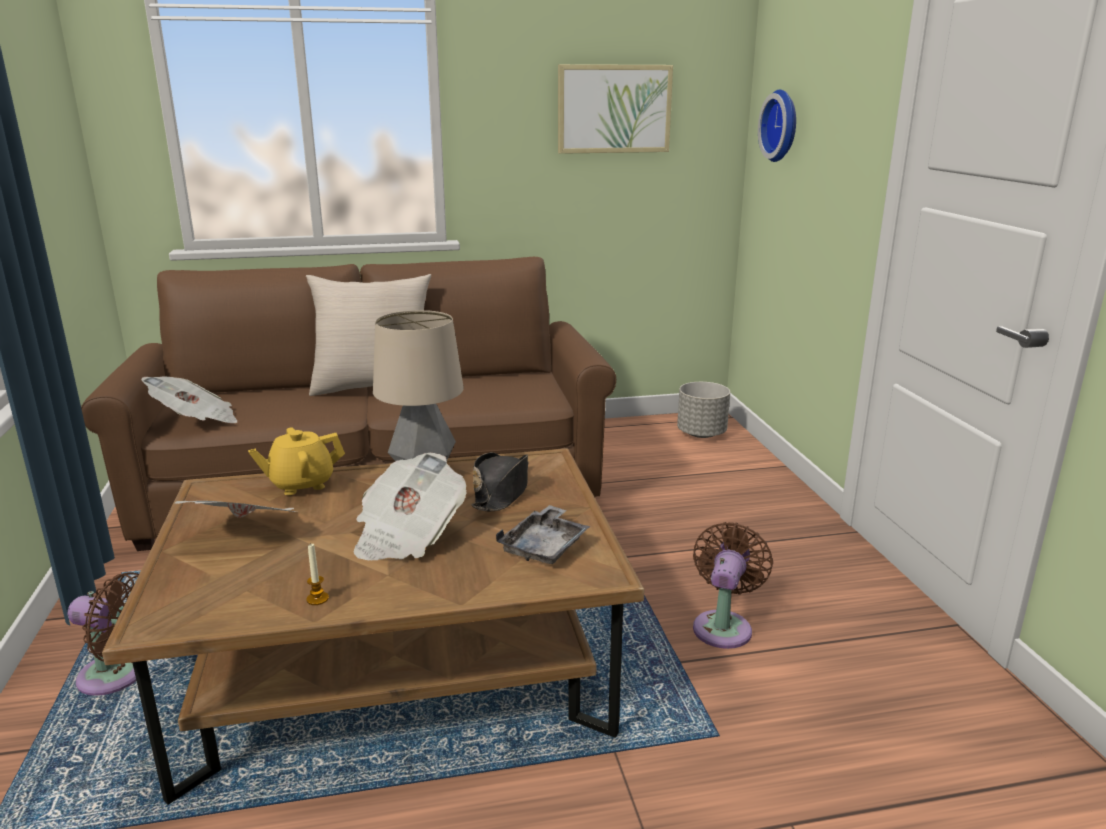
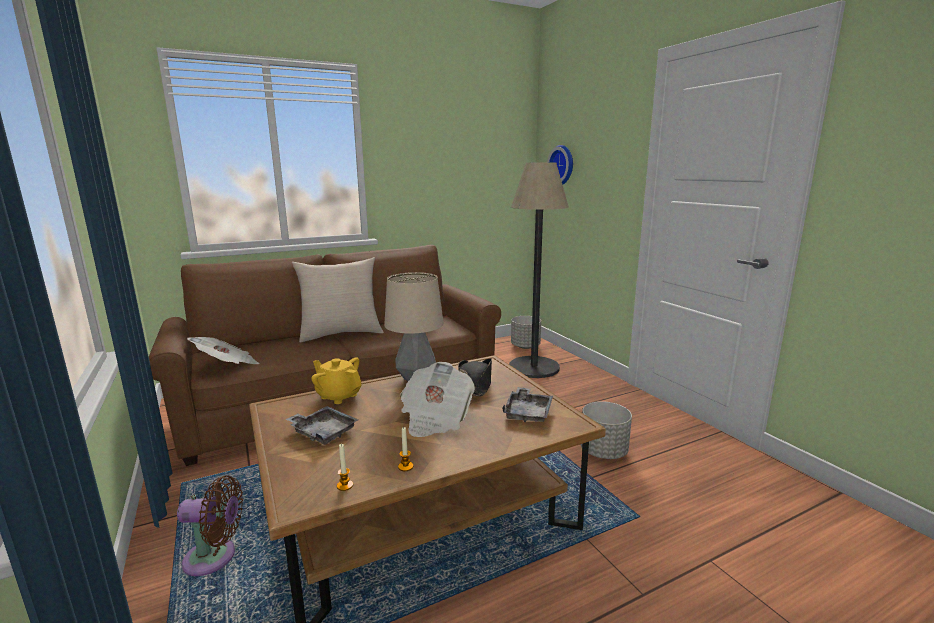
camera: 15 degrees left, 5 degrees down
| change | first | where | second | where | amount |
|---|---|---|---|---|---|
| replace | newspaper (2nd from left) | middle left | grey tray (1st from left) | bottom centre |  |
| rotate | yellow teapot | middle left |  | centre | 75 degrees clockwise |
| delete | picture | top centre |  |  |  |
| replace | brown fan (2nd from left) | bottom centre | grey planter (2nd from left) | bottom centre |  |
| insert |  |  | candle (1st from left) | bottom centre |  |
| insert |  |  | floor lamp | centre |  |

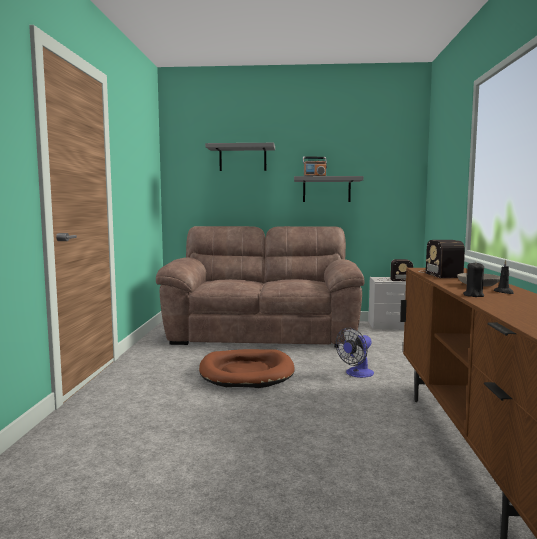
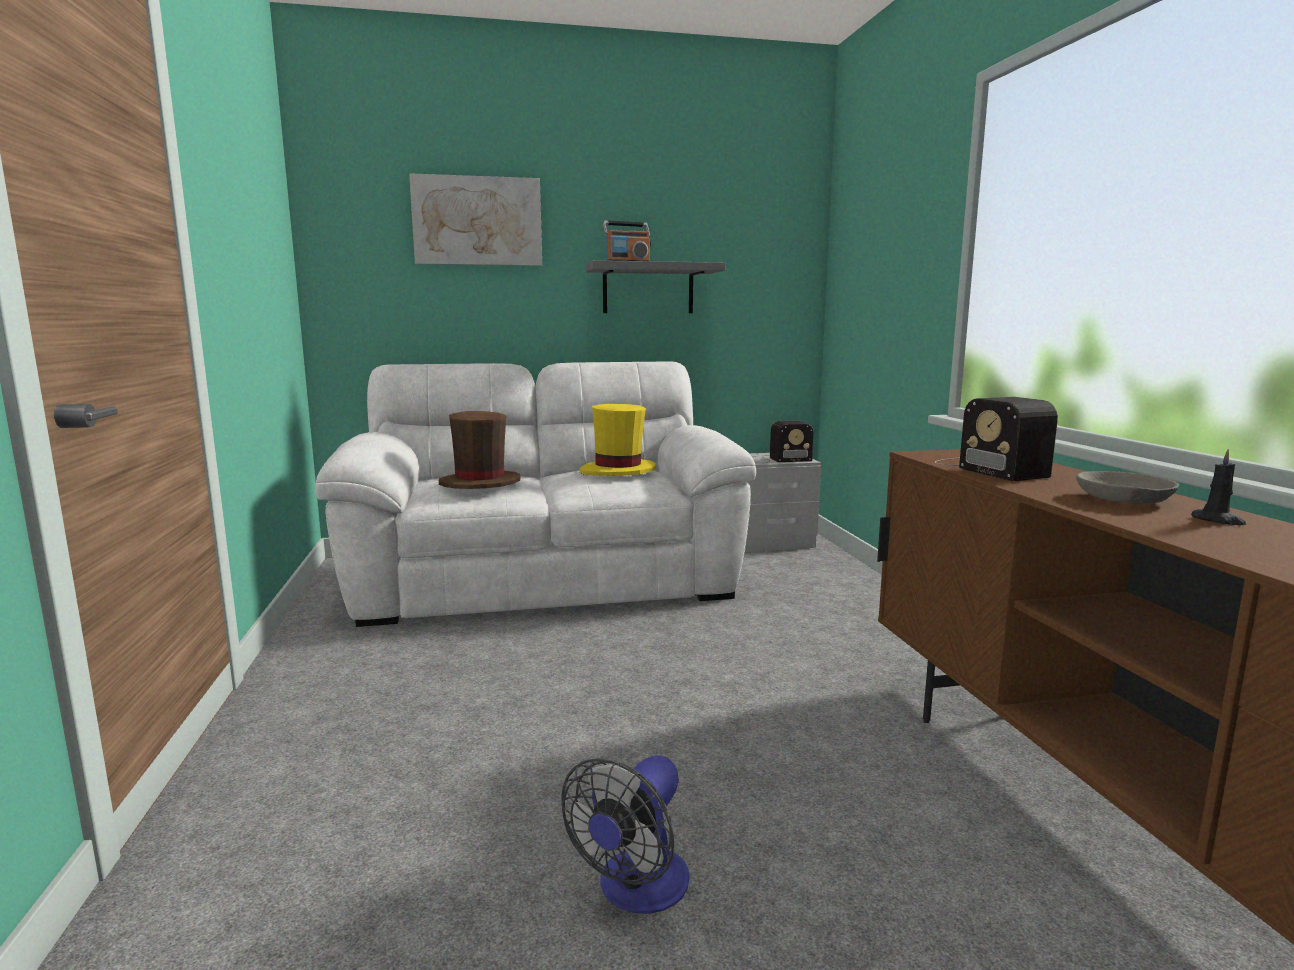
camera: 15 degrees left, 5 degrees up
| change | first | where | second | where | amount |
|---|---|---|---|---|---|
| recolor | brown sofa | centre | white sofa | centre |  |
| delete | brown dog bed | bottom centre |  |  |  |
| replace | grey shelf (1st from left) | top centre | picture | top centre |  |
| move | fan | centre |  | bottom centre |  |
| delete | black candle (1st from left) | middle right |  |  |  |
| insert |  |  | brown hat | centre |  |
| insert |  |  | yellow hat | centre |  |

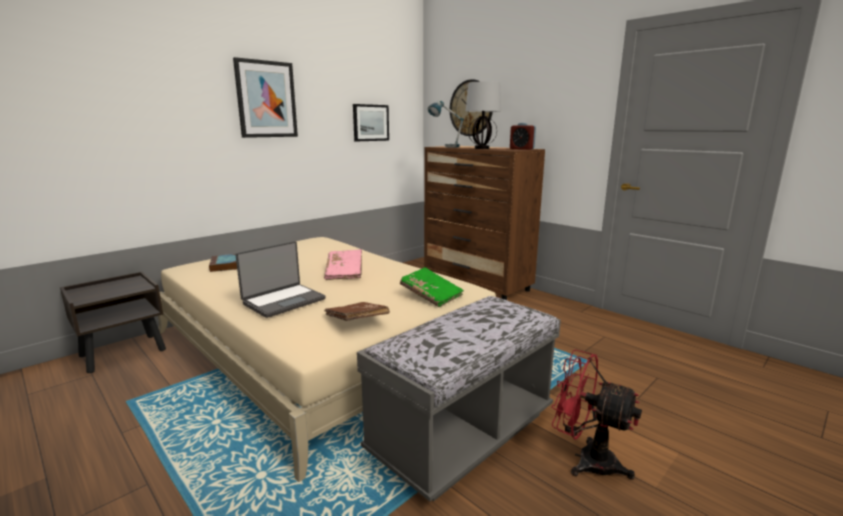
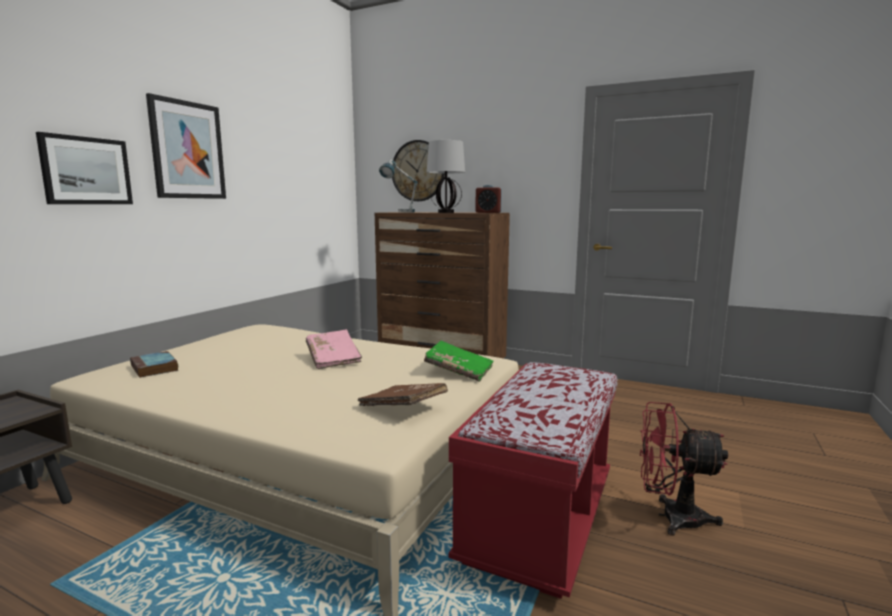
camera: 20 degrees left, 5 degrees down
| change | first | where | second | where | amount |
|---|---|---|---|---|---|
| delete | laptop | centre |  |  |  |
| move | picture (2nd from left in the first image) | top centre | picture (1st from left) | top left |  |
| recolor | grey bench | bottom centre | red bench | bottom centre |  |

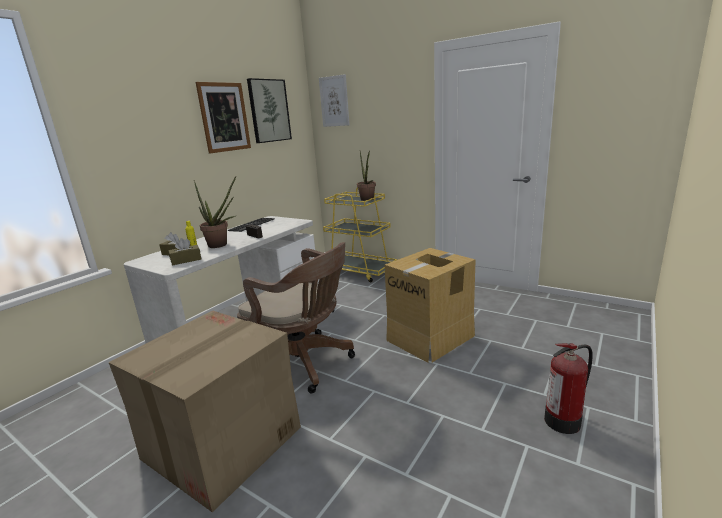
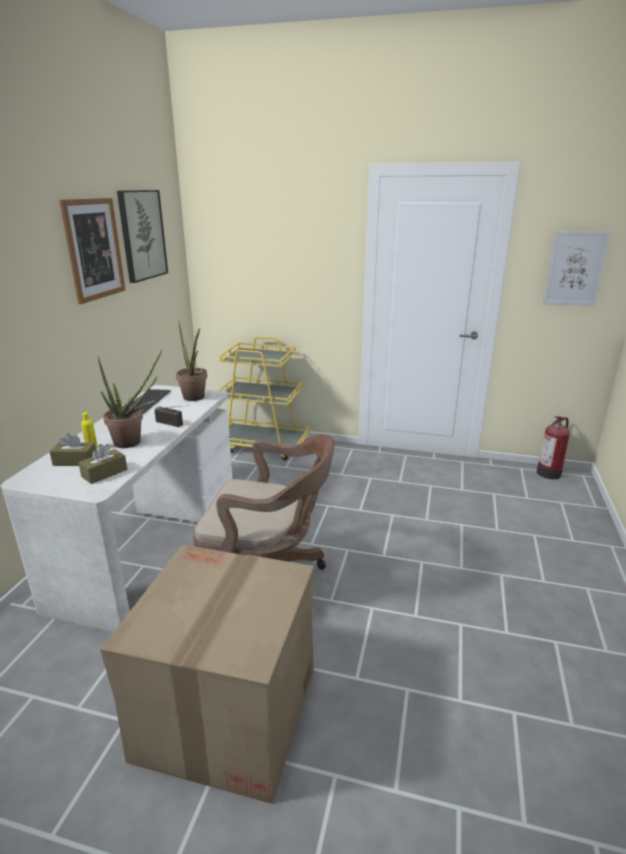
camera: 20 degrees left, 5 degrees up
| change | first | where | second | where | amount |
|---|---|---|---|---|---|
| move | picture (3rd from left) | top centre |  | top right |  |
| move | potted plant (2nd from left) | centre |  | middle left |  |
| delete | cardboard box (2nd from left) | centre |  |  |  |
| move | fire extinguisher | bottom right |  | middle right |  |

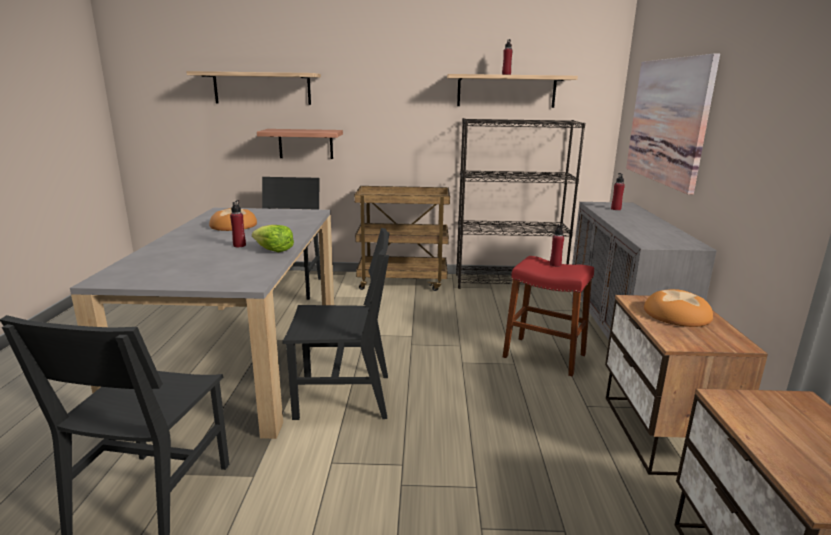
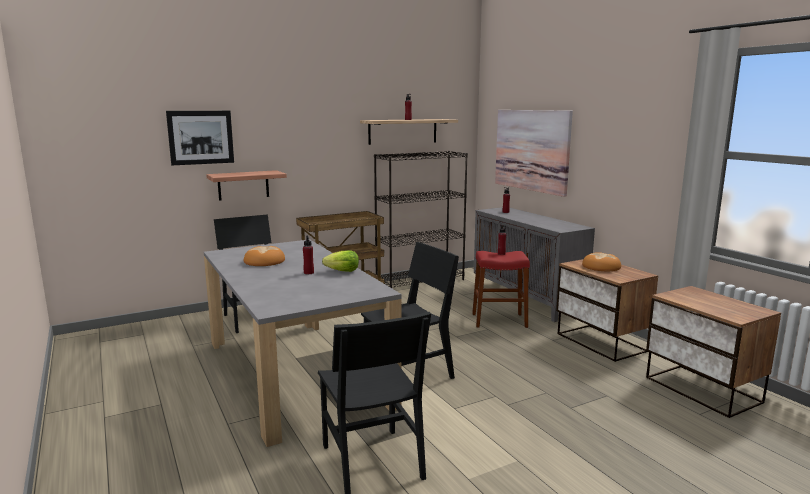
camera: 30 degrees left, 5 degrees down
| change | first | where | second | where | amount |
|---|---|---|---|---|---|
| replace | shelf (1st from left) | top left | picture (1st from left) | top left |  |

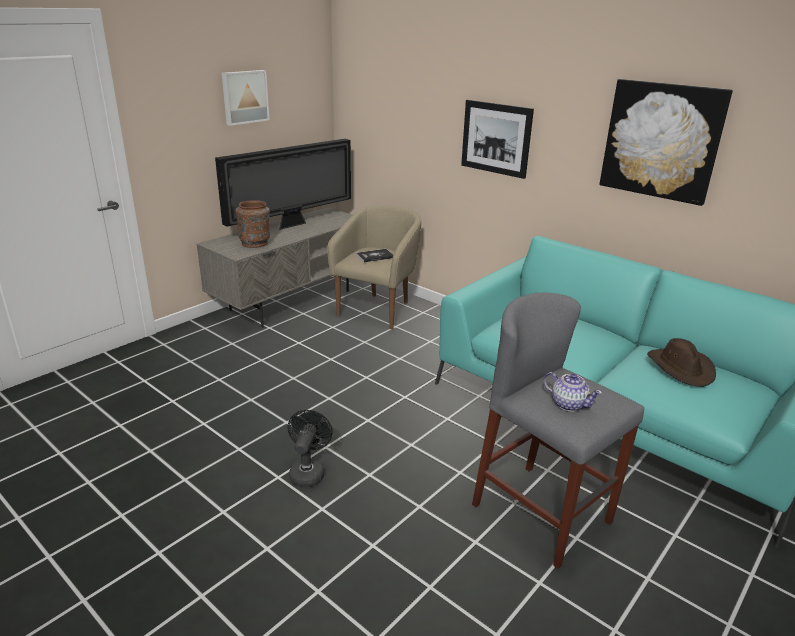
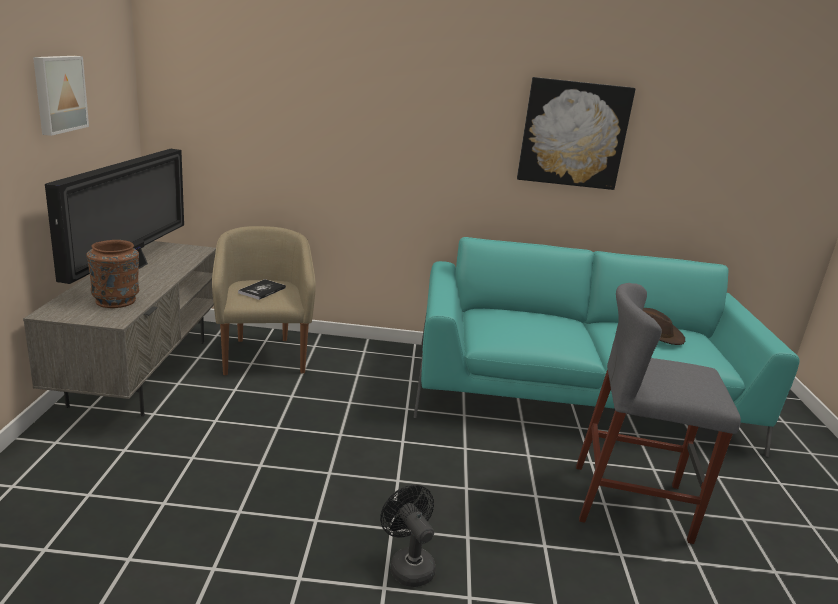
camera: 40 degrees left, 5 degrees down
| change | first | where | second | where | amount |
|---|---|---|---|---|---|
| delete | picture (2nd from left) | top centre |  |  |  |
| delete | teapot | middle right |  |  |  |

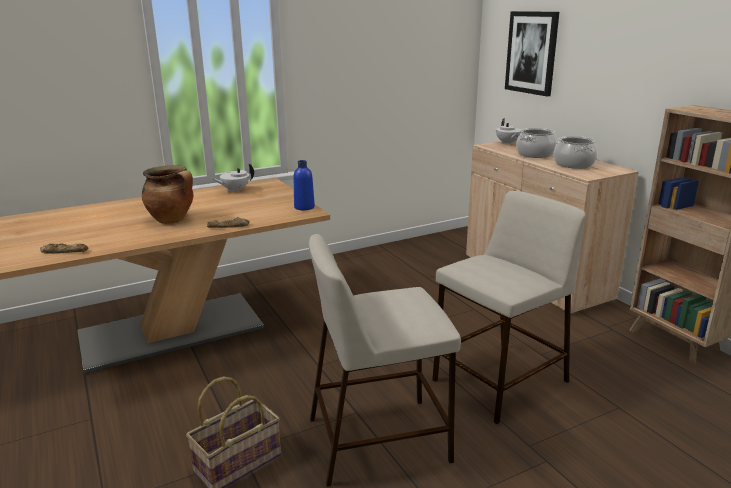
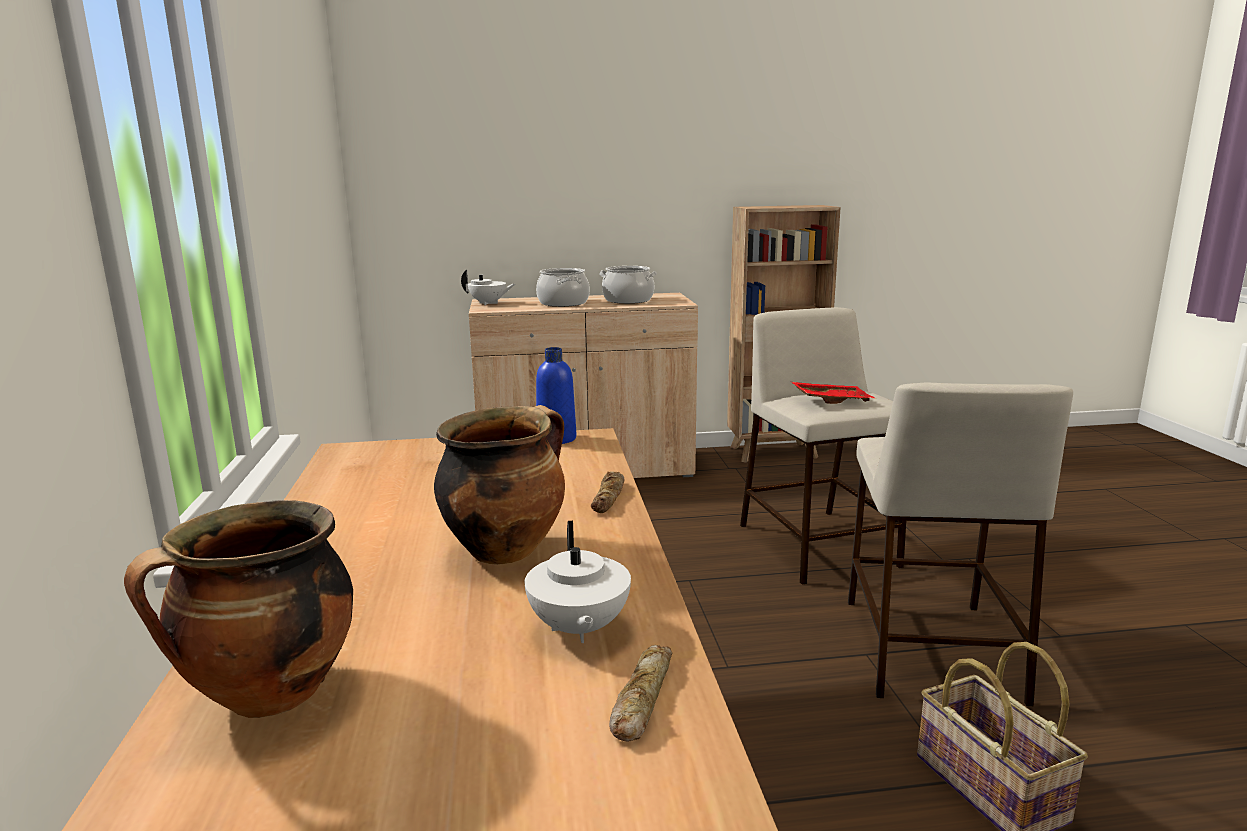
camera: 70 degrees left, 5 degrees down
| change | first | where | second | where | amount |
|---|---|---|---|---|---|
| move | white teapot (1st from left in the first image) | middle left | white teapot (2nd from left) | bottom centre |  |
| delete | picture | top right |  |  |  |
| insert |  |  | cooking pot (1st from left) | bottom left |  |
| insert |  |  | red tray | middle right |  |

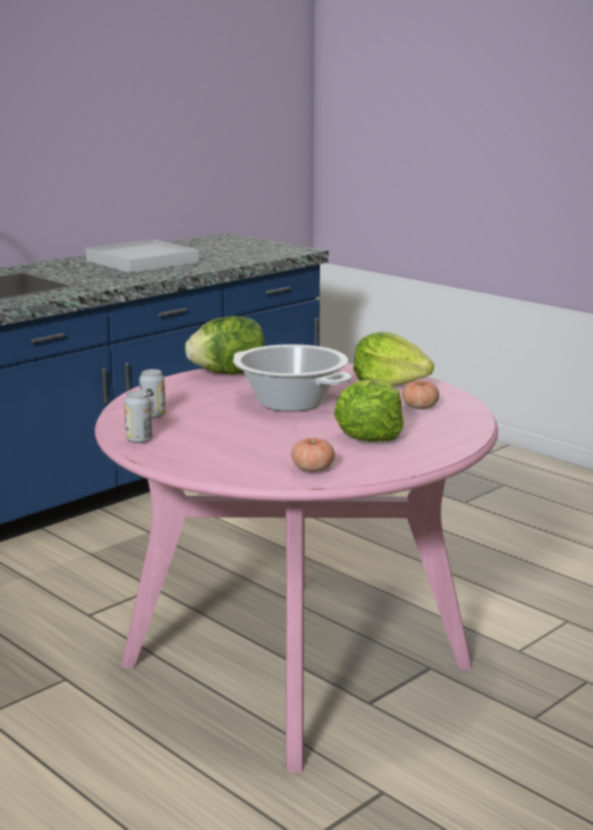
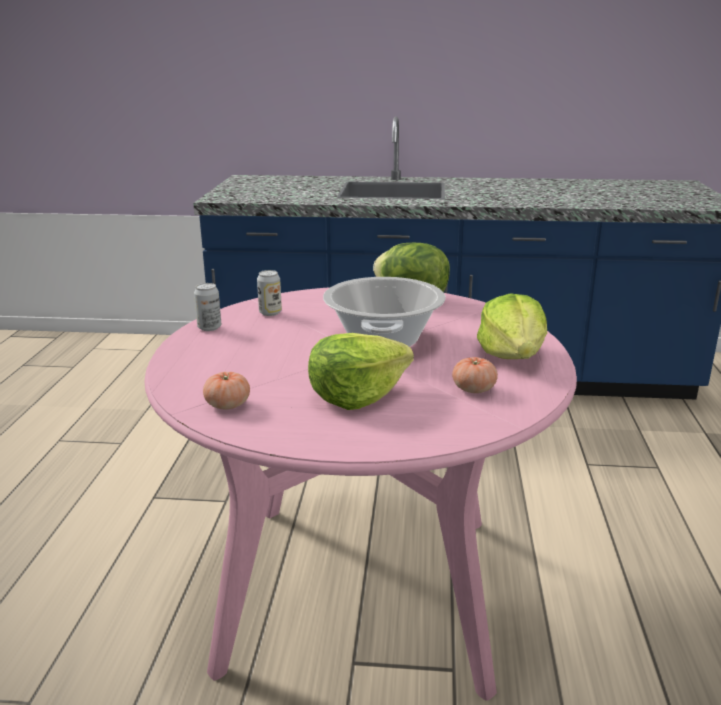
camera: 50 degrees right, 5 degrees up
| change | first | where | second | where | amount |
|---|---|---|---|---|---|
| delete | white tray | top left |  |  |  |

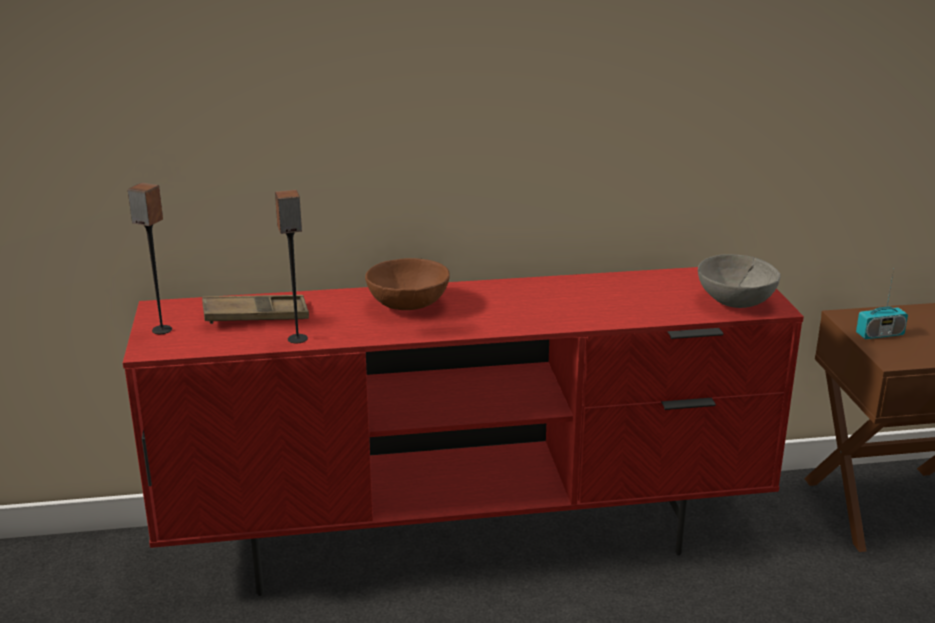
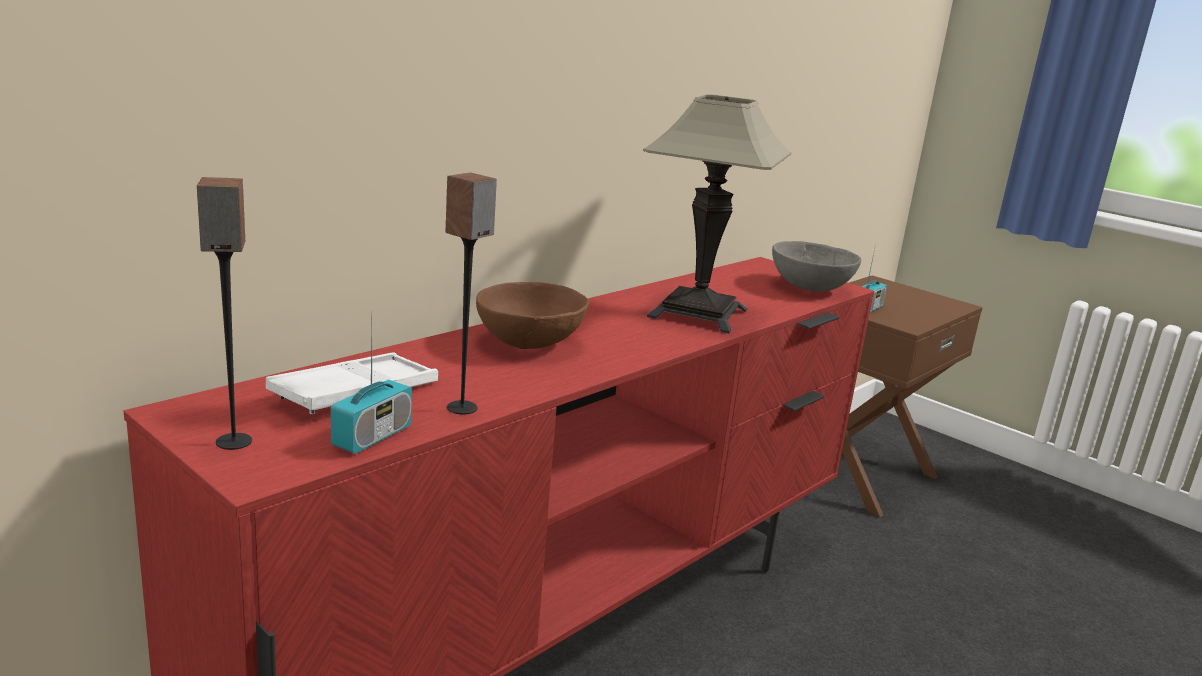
camera: 40 degrees left, 5 degrees down
| change | first | where | second | where | amount |
|---|---|---|---|---|---|
| recolor | brown tray | middle left | white tray | middle left |  |
| insert |  |  | radio (1st from left) | middle left |  |
| insert |  |  | table lamp | top centre |  |

